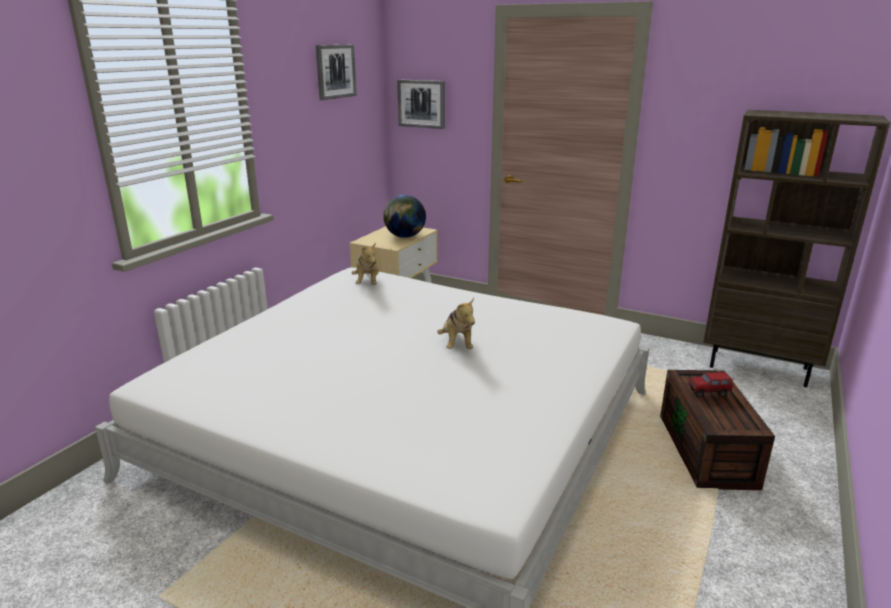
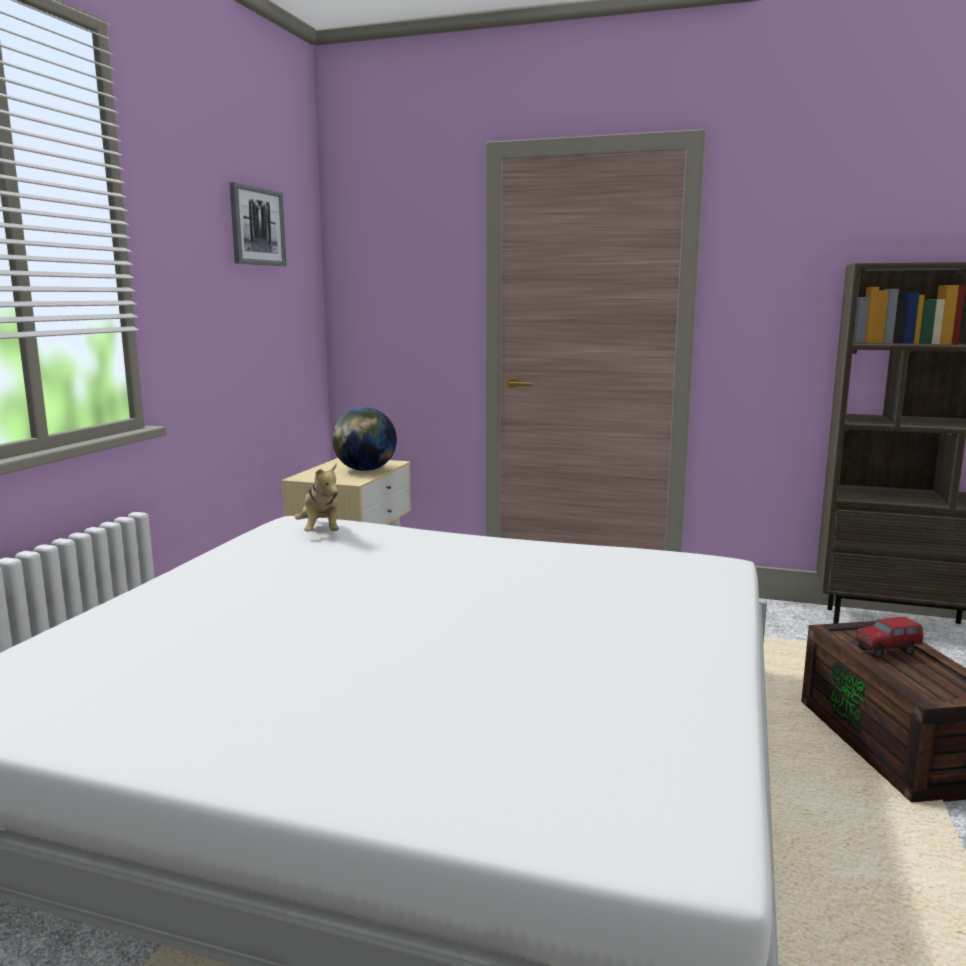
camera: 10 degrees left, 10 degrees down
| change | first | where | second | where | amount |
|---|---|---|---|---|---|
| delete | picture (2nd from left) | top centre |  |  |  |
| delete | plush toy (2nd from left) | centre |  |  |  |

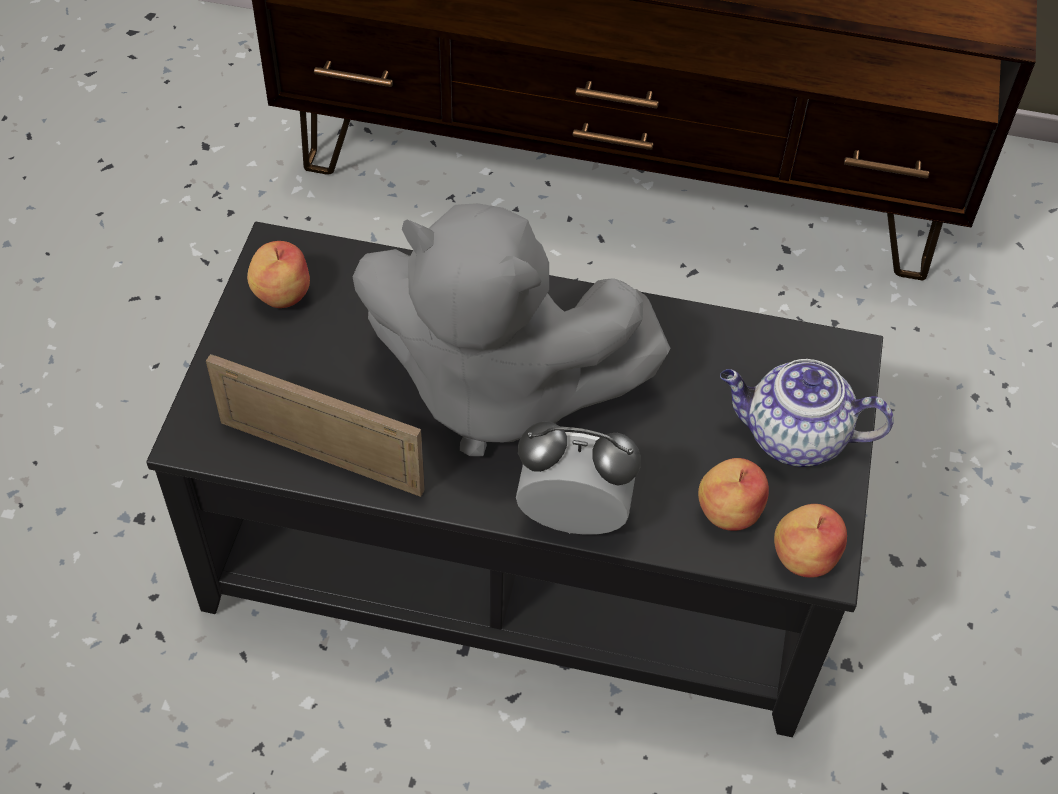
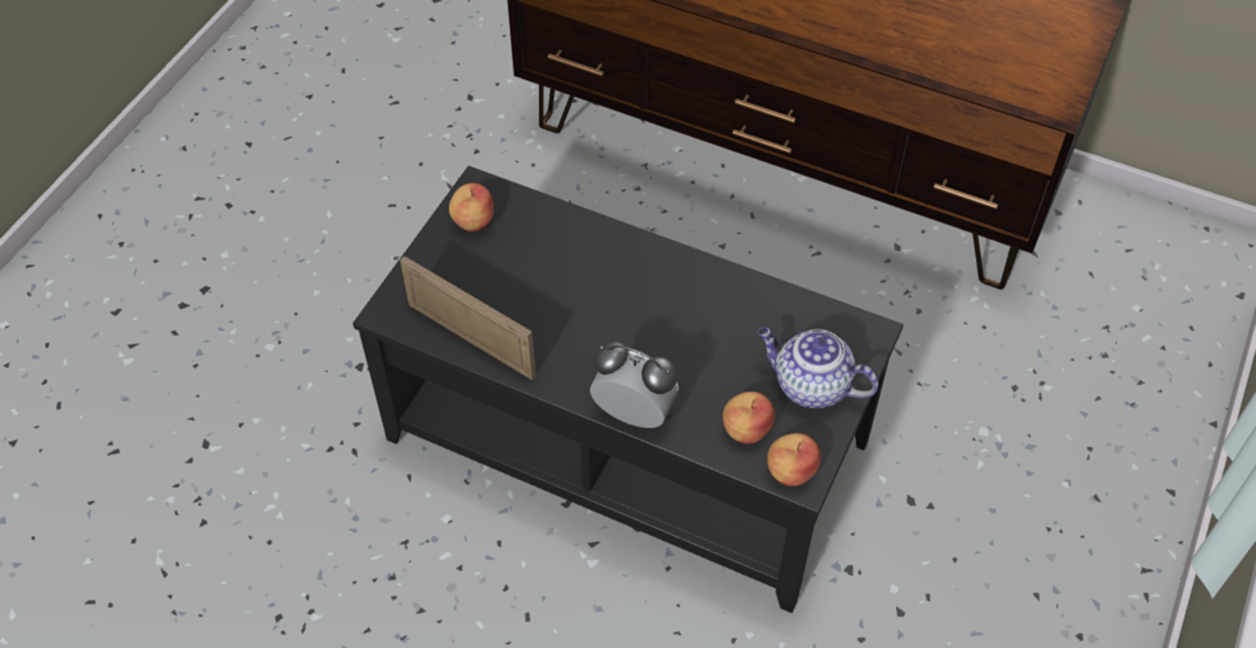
camera: 15 degrees right, 0 degrees up
| change | first | where | second | where | amount |
|---|---|---|---|---|---|
| delete | grey plush toy | centre |  |  |  |

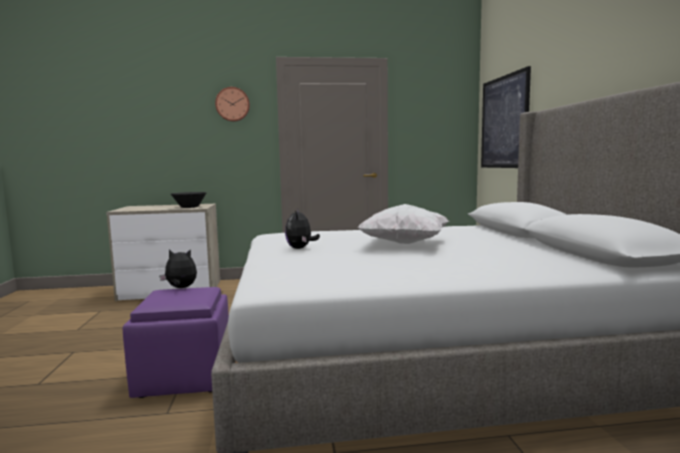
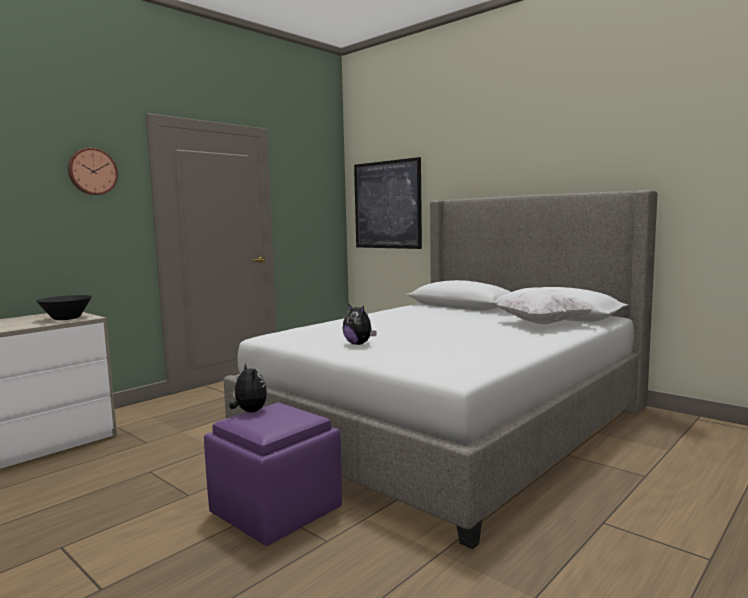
camera: 40 degrees left, 0 degrees up
| change | first | where | second | where | amount |
|---|---|---|---|---|---|
| rotate | plush toy (1st from left) | middle left |  | middle left | 90 degrees clockwise |
| move | white pillow | centre |  | middle right |  |

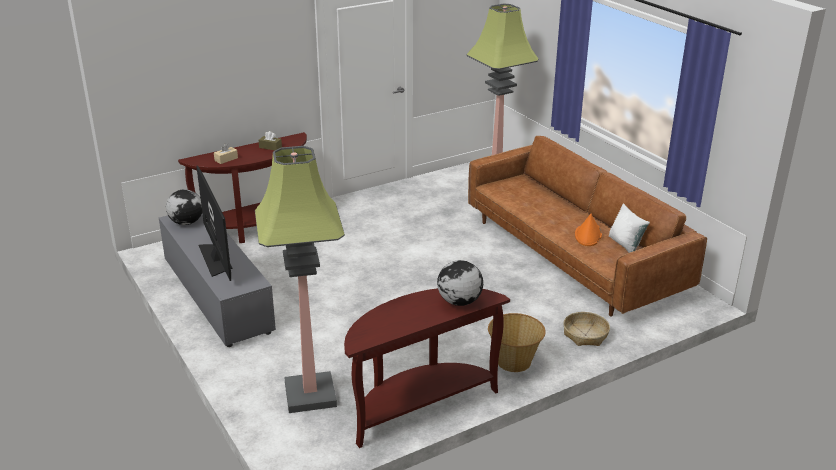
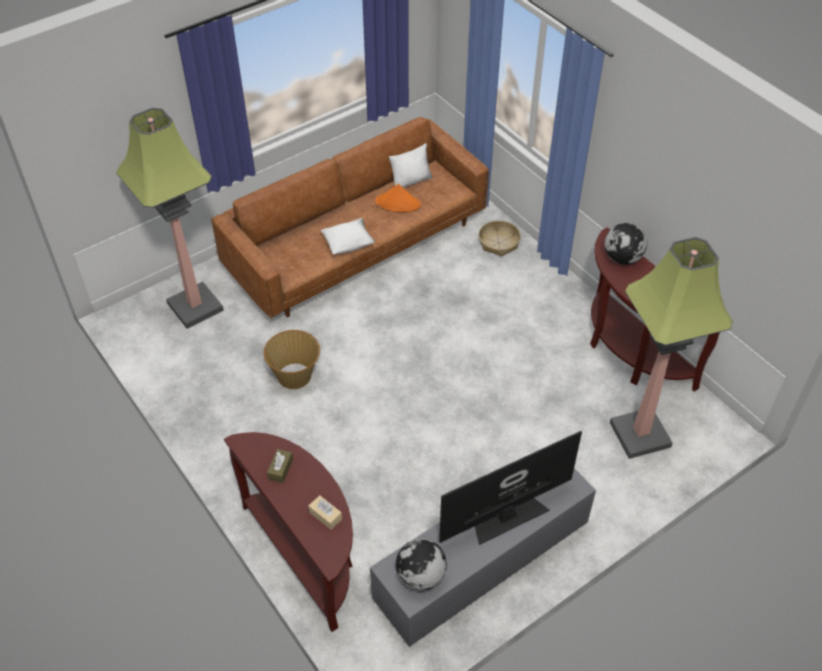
camera: 95 degrees left, 20 degrees up
| change | first | where | second | where | amount |
|---|---|---|---|---|---|
| move | basket (1st from left) | bottom centre |  | centre |  |
| insert |  |  | white pillow (1st from left) | centre |  |

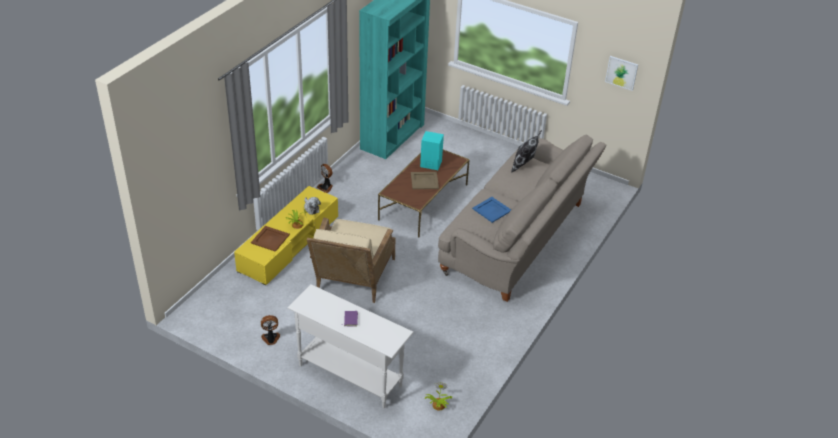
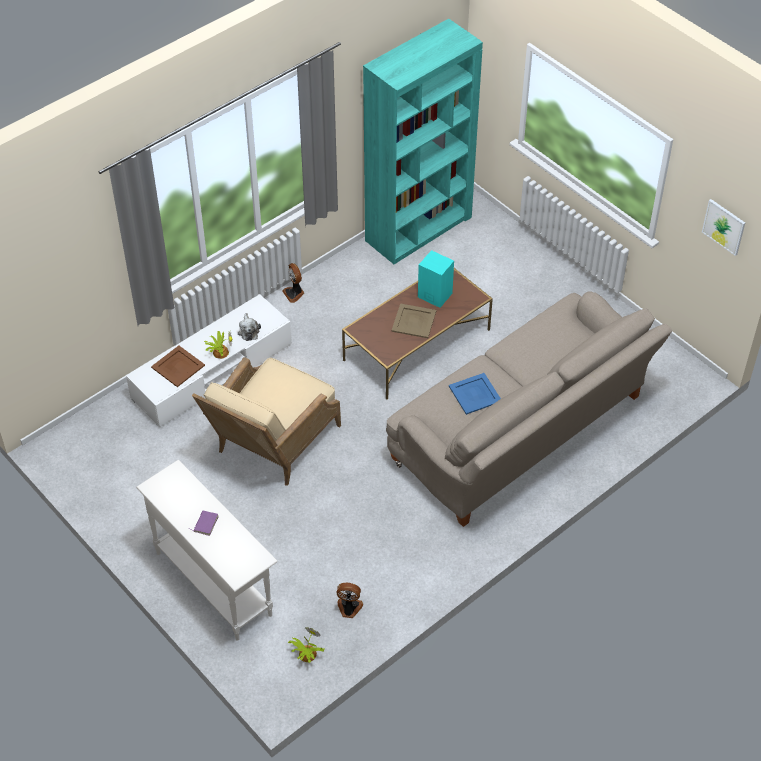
camera: 20 degrees right, 10 degrees up
| change | first | where | second | where | amount |
|---|---|---|---|---|---|
| recolor | yellow tv stand | centre | white tv stand | middle left |  |
| move | fan (1st from left in the first image) | bottom left | fan (2nd from left) | bottom centre |  |
| delete | pillow | centre |  |  |  |

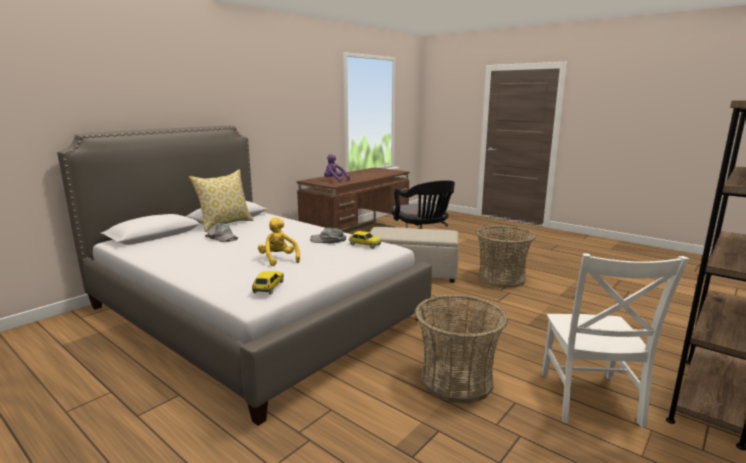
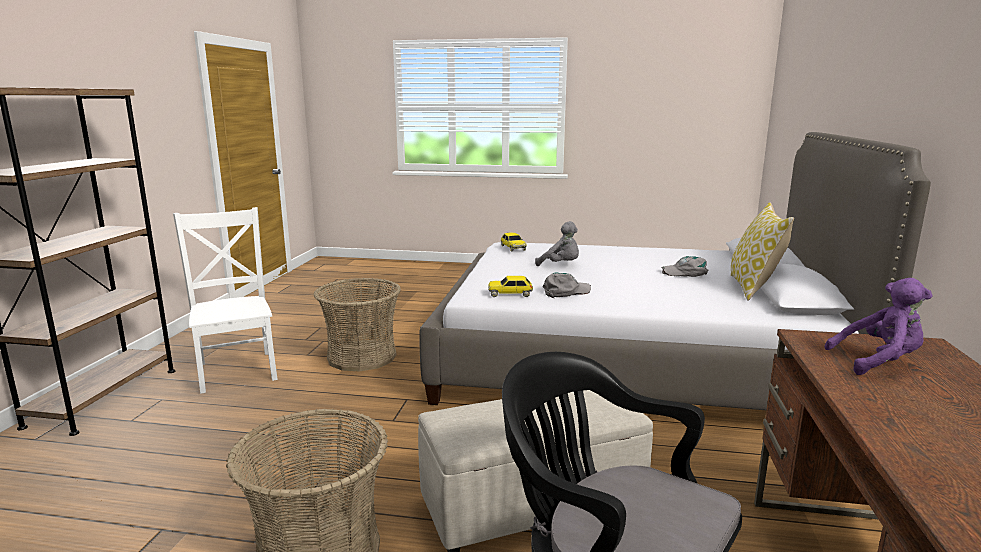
camera: 150 degrees right, 0 degrees up
| change | first | where | second | where | amount |
|---|---|---|---|---|---|
| recolor | yellow plush toy | centre | grey plush toy | centre |  |

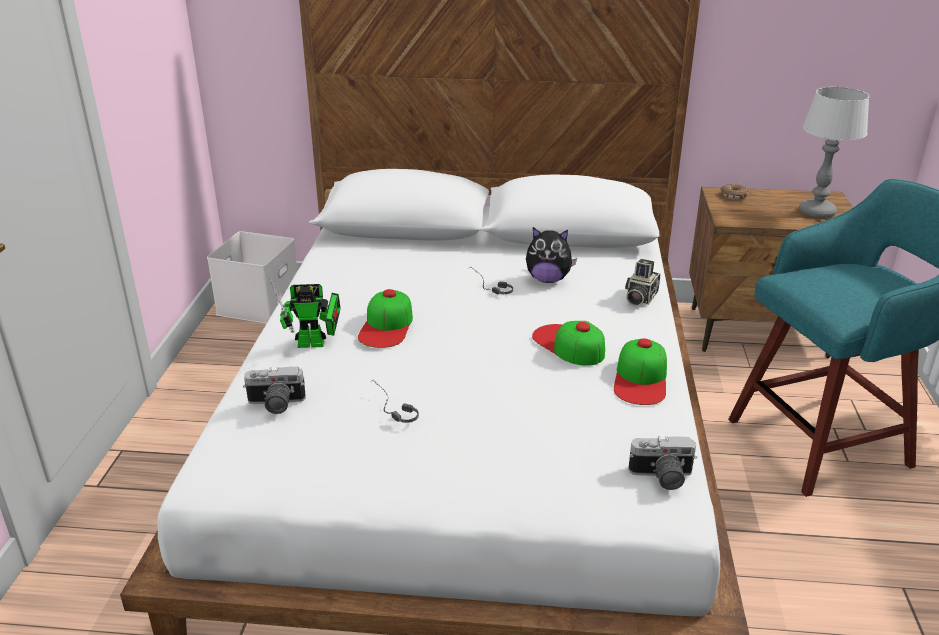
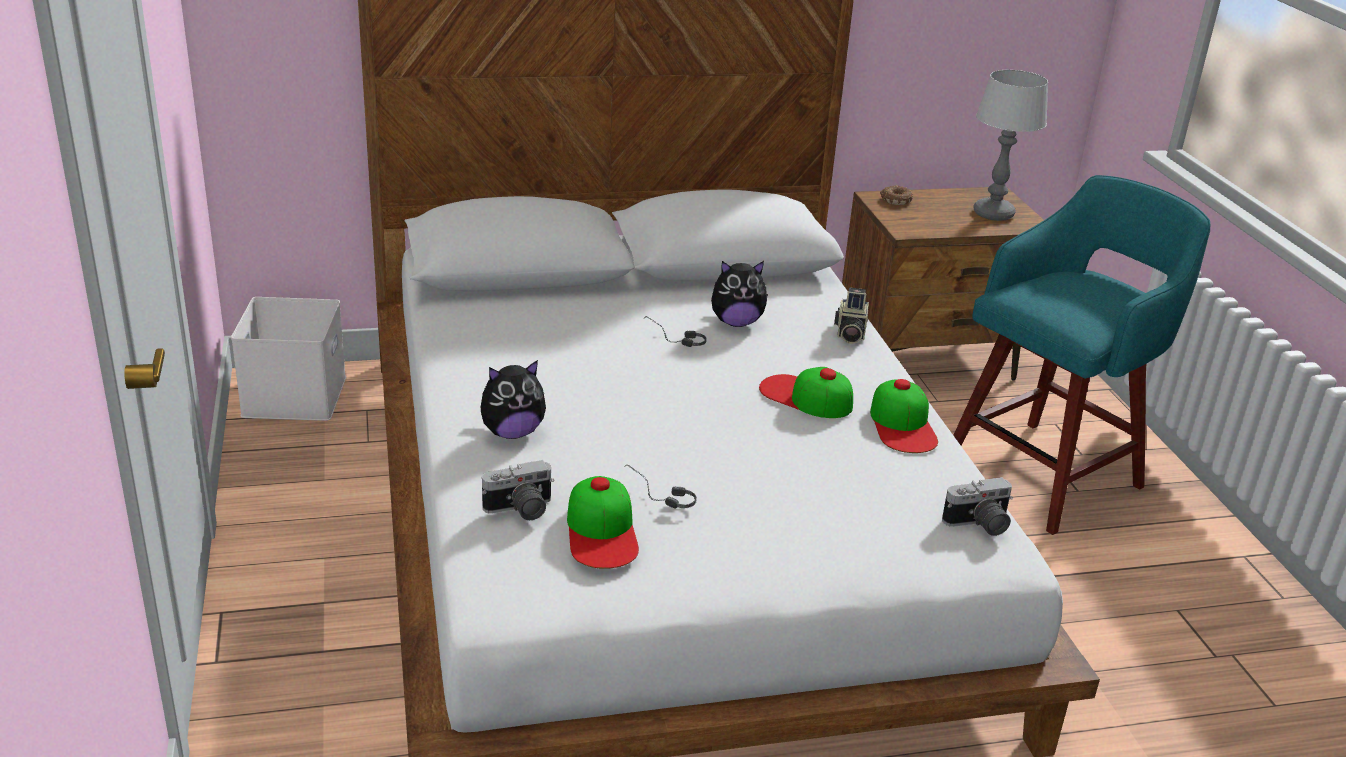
camera: 20 degrees left, 0 degrees up
| change | first | where | second | where | amount |
|---|---|---|---|---|---|
| replace | toy robot | middle left | plush toy (1st from left) | centre |  |
| move | cap (1st from left) | centre |  | bottom centre |  |

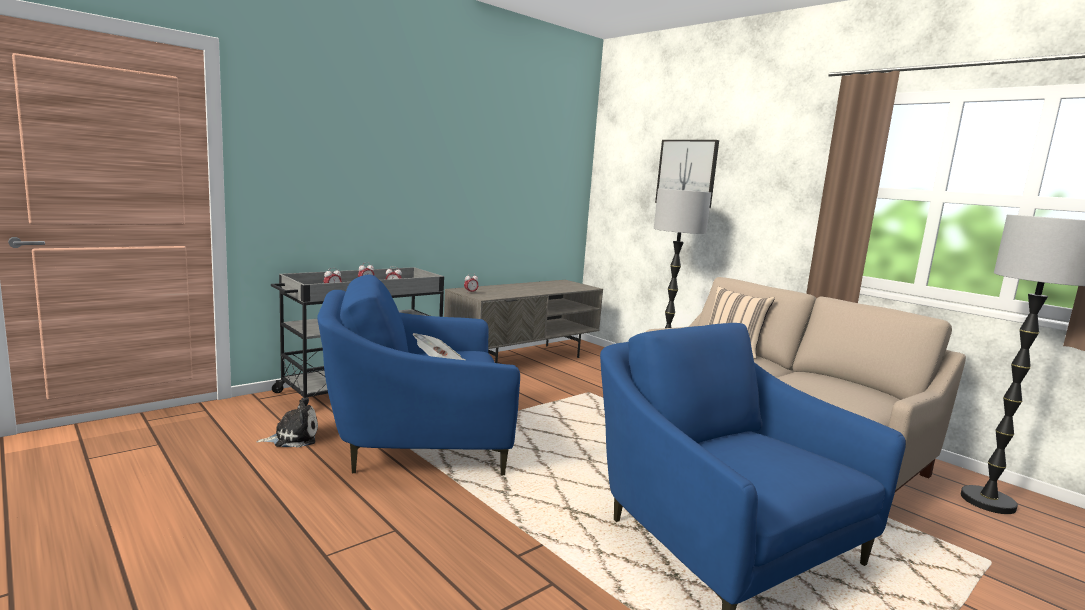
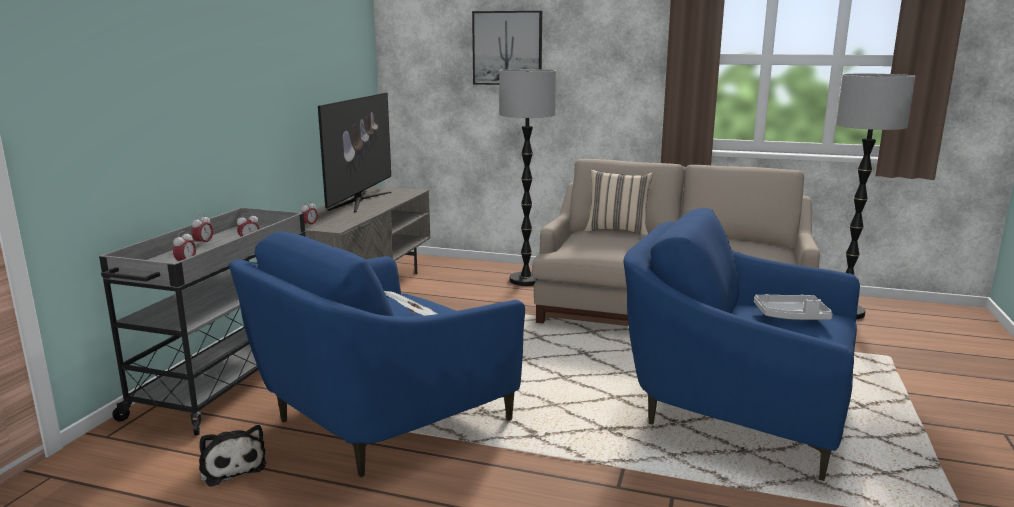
camera: 30 degrees left, 5 degrees up
| change | first | where | second | where | amount |
|---|---|---|---|---|---|
| rotate | plush toy | bottom left |  | bottom left | 105 degrees clockwise |
| insert |  |  | television | top centre |  |
| insert |  |  | grey tray | middle right |  |

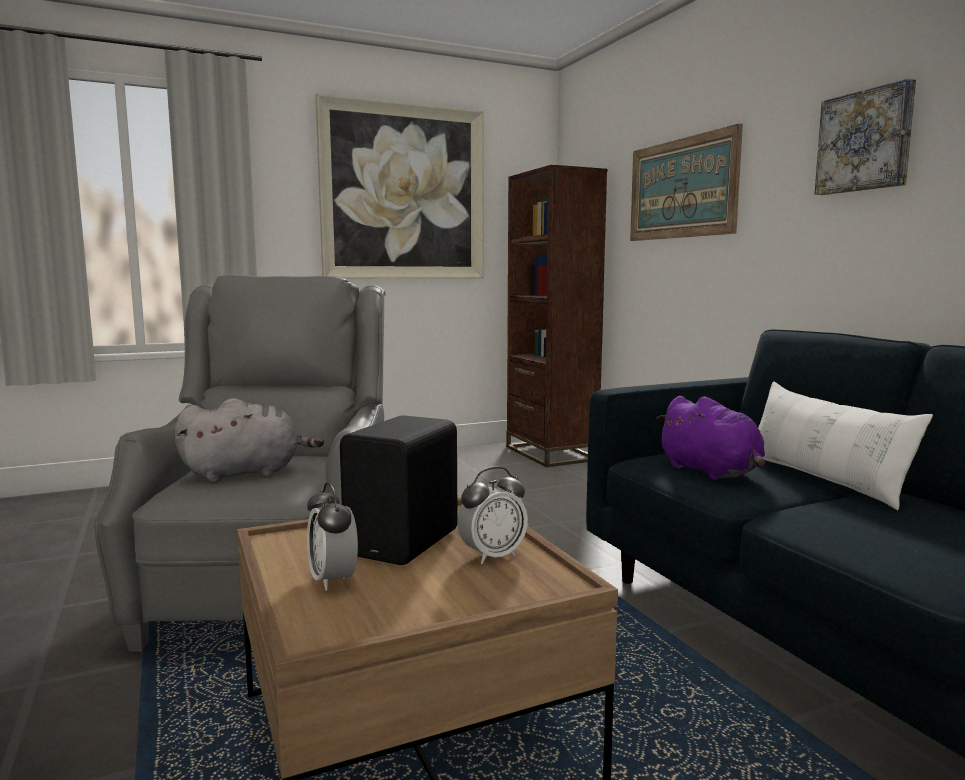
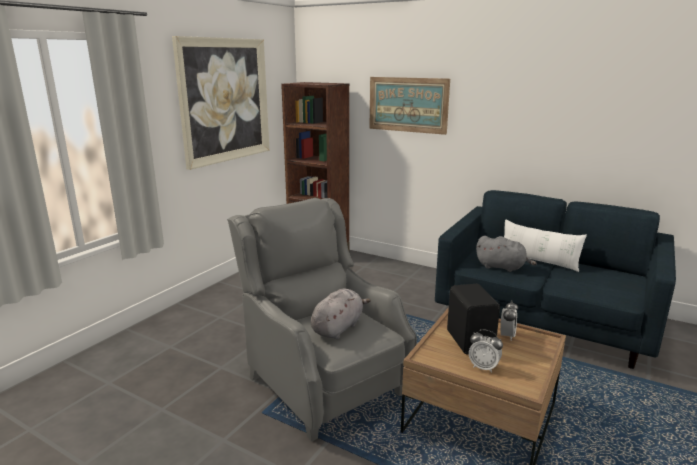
camera: 35 degrees left, 10 degrees up
| change | first | where | second | where | amount |
|---|---|---|---|---|---|
| recolor | purple plush toy | middle right | grey plush toy (2nd from left) | middle right |  |
| delete | picture (3rd from left) | top right |  |  |  |

